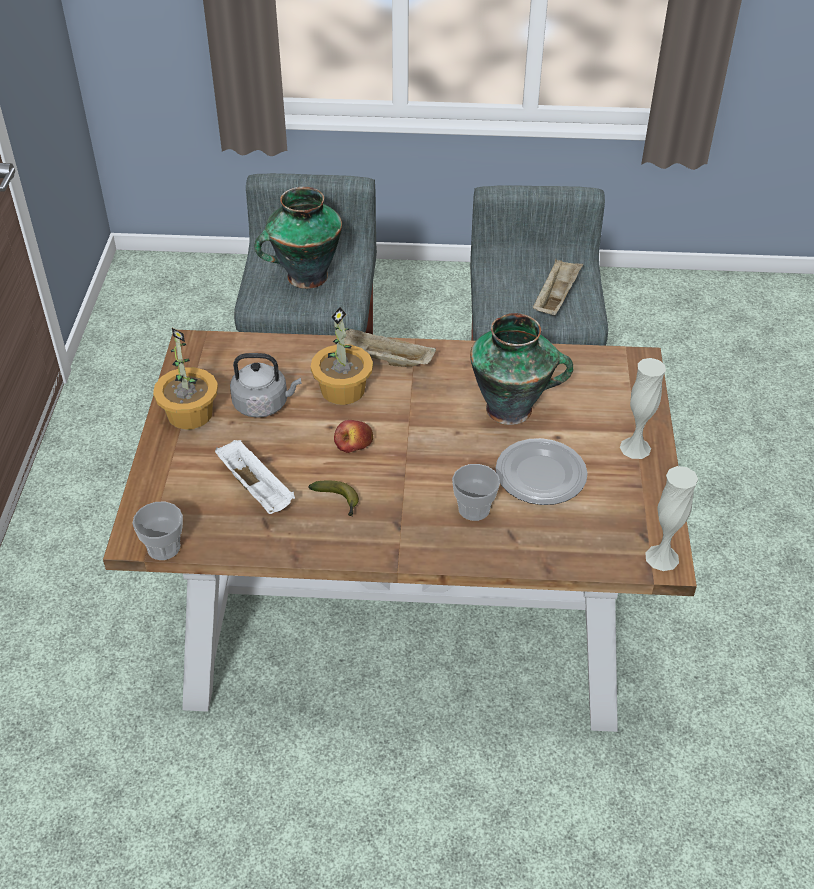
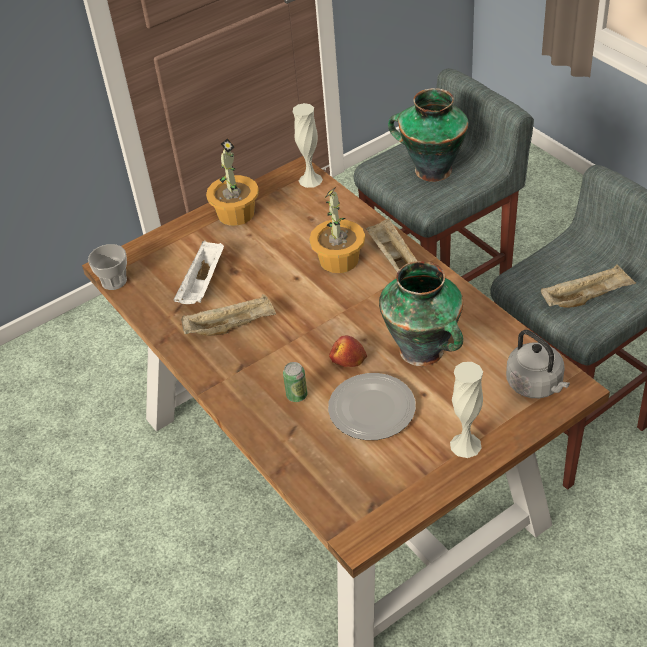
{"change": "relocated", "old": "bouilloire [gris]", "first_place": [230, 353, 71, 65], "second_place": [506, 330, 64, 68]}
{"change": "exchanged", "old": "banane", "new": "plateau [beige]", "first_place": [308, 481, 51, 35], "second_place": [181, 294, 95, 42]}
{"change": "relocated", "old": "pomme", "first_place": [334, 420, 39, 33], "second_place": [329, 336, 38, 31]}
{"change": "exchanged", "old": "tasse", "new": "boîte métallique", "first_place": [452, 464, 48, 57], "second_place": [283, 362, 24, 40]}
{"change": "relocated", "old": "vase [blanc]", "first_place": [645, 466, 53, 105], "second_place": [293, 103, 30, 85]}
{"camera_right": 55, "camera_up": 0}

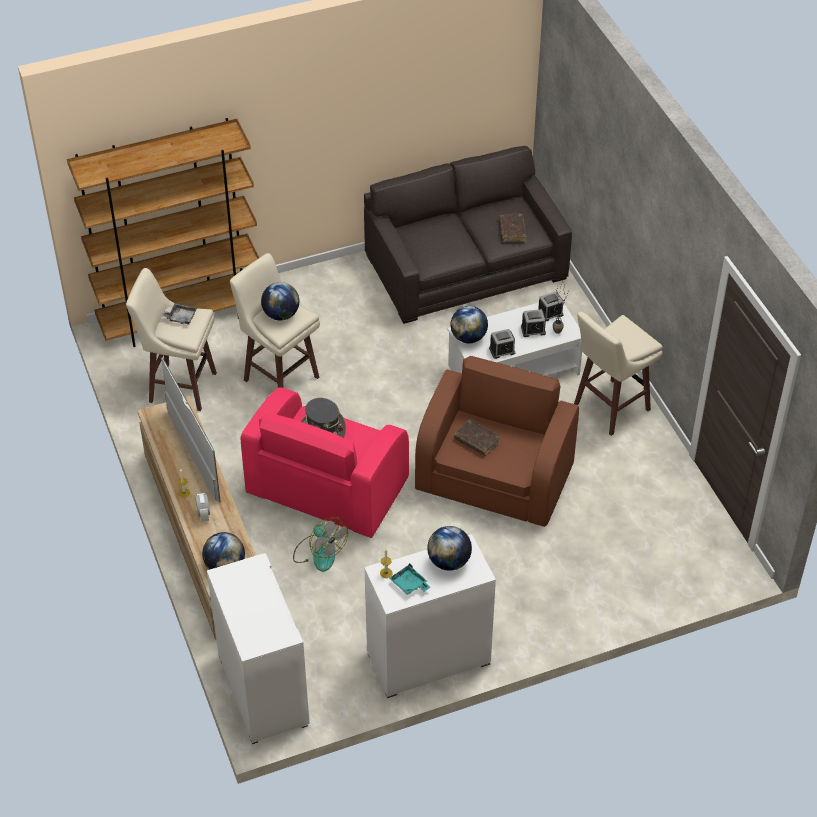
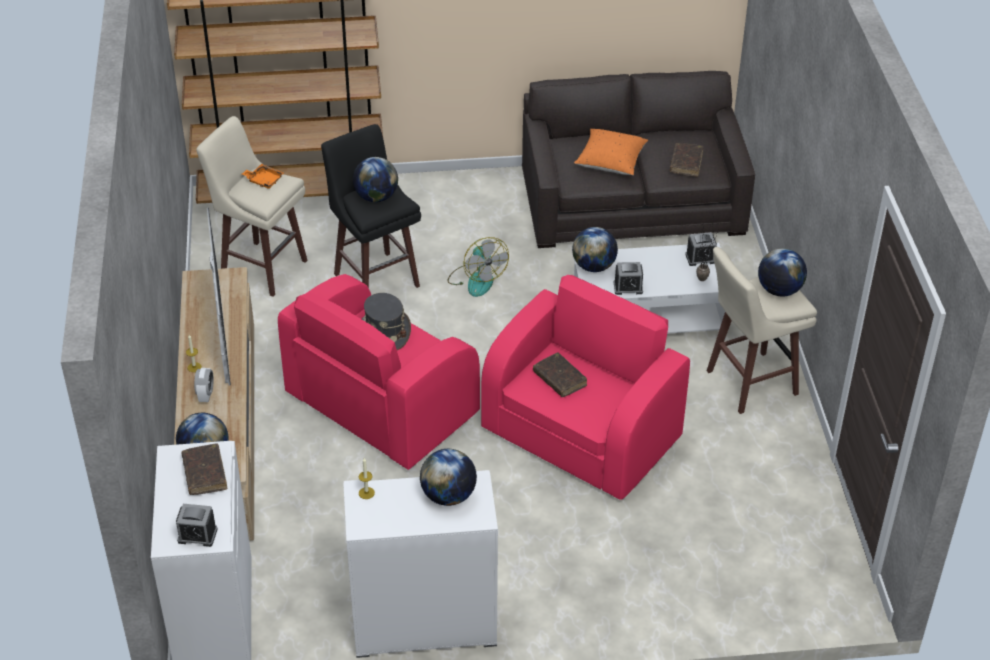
{"change": "colour", "old": "plateau [gris]", "new": "plateau [orange]", "first_place": [162, 303, 35, 22], "second_place": [242, 164, 42, 25]}
{"change": "colour", "old": "tabouret [beige]", "new": "tabouret [noir]", "first_place": [230, 253, 90, 135], "second_place": [321, 124, 100, 164]}
{"change": "relocated", "old": "ventilateur", "first_place": [293, 517, 55, 55], "second_place": [447, 237, 62, 60]}
{"change": "missing", "old": "plateau [turquoise]", "first_place": [389, 563, 41, 32]}
{"change": "colour", "old": "fauteuil [marron]", "new": "fauteuil [rose]", "first_place": [415, 356, 164, 171], "second_place": [481, 275, 209, 225]}
{"change": "relocated", "old": "réveil", "first_place": [521, 309, 25, 28], "second_place": [176, 504, 42, 43]}
{"change": "appeared", "new": "livre [marron]", "second_place": [181, 443, 46, 52]}
{"change": "appeared", "new": "coussin [orange]", "second_place": [574, 129, 74, 46]}
{"change": "appeared", "new": "globe", "second_place": [758, 248, 49, 49]}
{"camera_right": 15, "camera_up": -5}

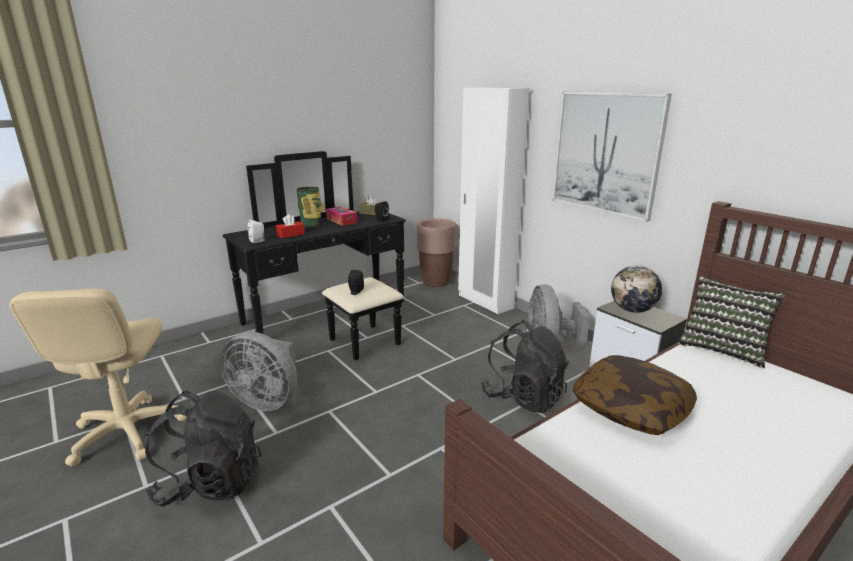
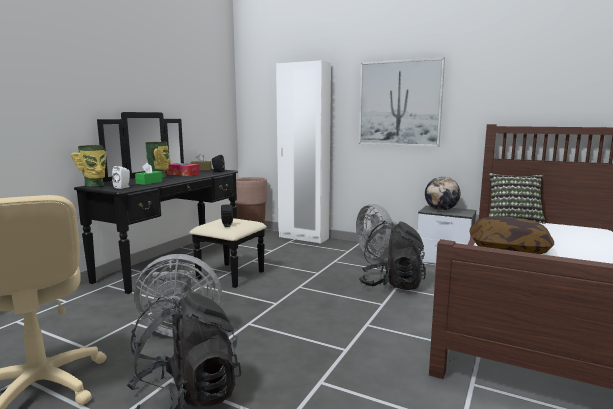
{"change": "colour", "old": "boîte à mouchoirs [rouge]", "new": "boîte à mouchoirs [vert]", "first_place": [276, 214, 29, 24], "second_place": [135, 163, 27, 22]}
{"change": "appeared", "new": "vase", "second_place": [71, 145, 35, 43]}
{"camera_right": -25, "camera_up": -10}

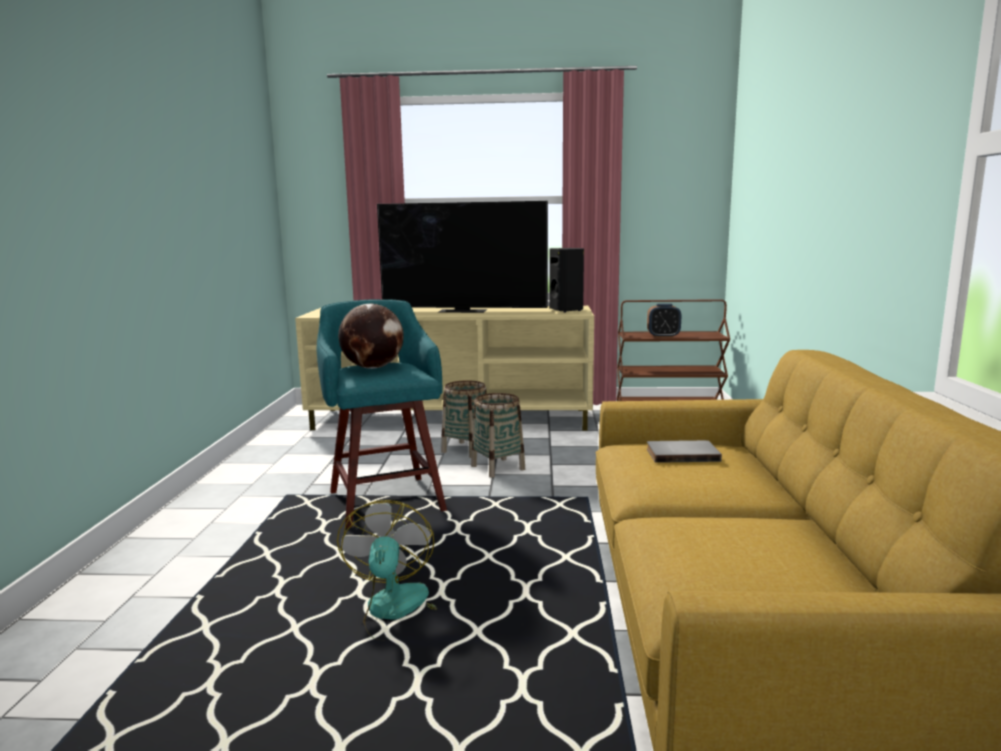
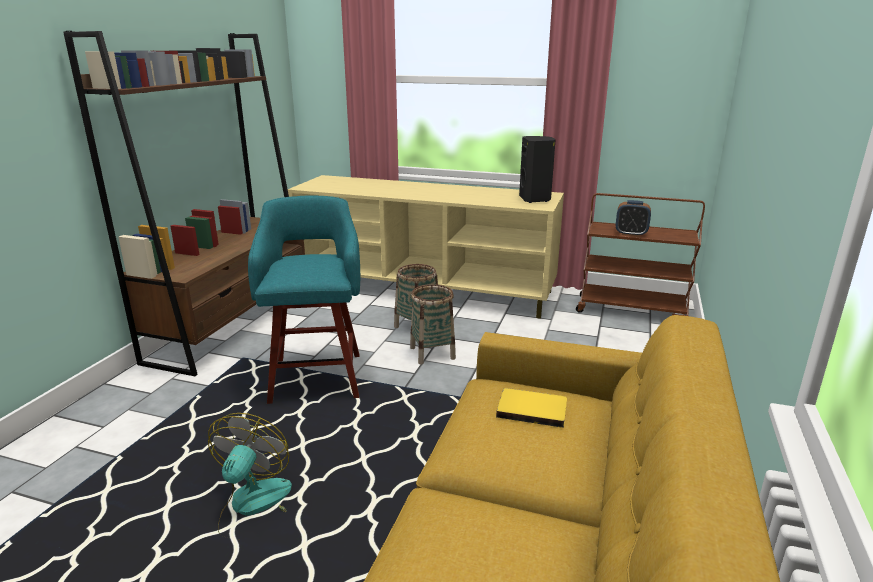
{"change": "missing", "old": "globe", "first_place": [338, 304, 66, 65]}
{"change": "missing", "old": "téléviseur", "first_place": [377, 201, 171, 112]}
{"change": "colour", "old": "livre [gris]", "new": "livre [jaune]", "first_place": [647, 440, 75, 23], "second_place": [496, 388, 71, 40]}
{"change": "appeared", "new": "bibliothèque [marron]", "second_place": [63, 31, 242, 345]}
{"camera_right": 15, "camera_up": 10}

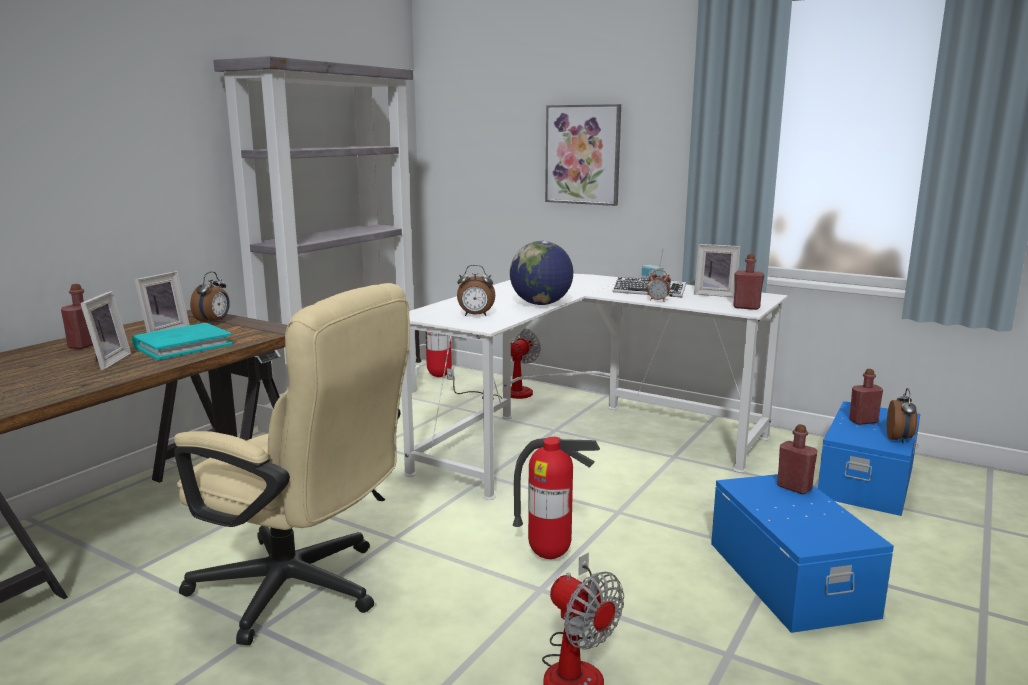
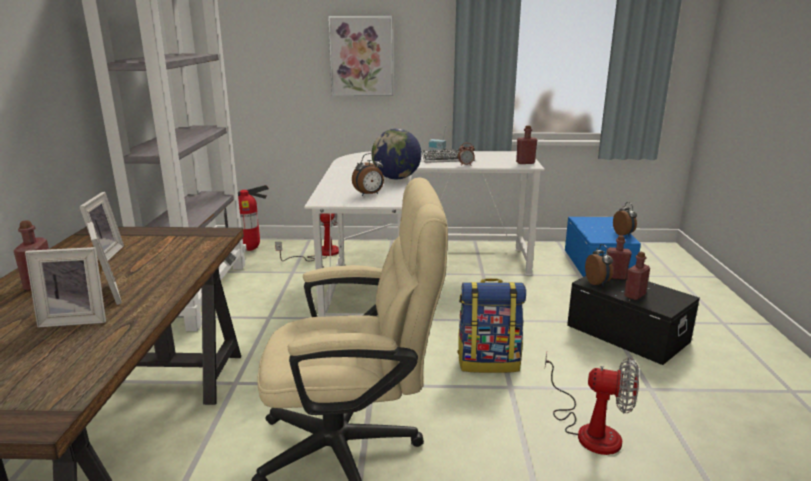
{"change": "missing", "old": "livre [turquoise]", "first_place": [132, 323, 101, 37]}
{"change": "relocated", "old": "réveil", "first_place": [190, 272, 40, 52], "second_place": [585, 244, 28, 42]}
{"change": "exchanged", "old": "extincteur", "new": "sac à dos", "first_place": [513, 437, 87, 122], "second_place": [457, 278, 69, 95]}
{"change": "relocated", "old": "cadre photo", "first_place": [694, 244, 47, 53], "second_place": [25, 247, 81, 80]}
{"change": "colour", "old": "boîte de rangement [bleu]", "new": "boîte de rangement [noir]", "first_place": [711, 474, 183, 159], "second_place": [567, 276, 133, 89]}
{"change": "relocated", "old": "bouteille [rouge]", "first_place": [849, 369, 34, 56], "second_place": [624, 252, 26, 48]}
{"camera_right": -30, "camera_up": 5}

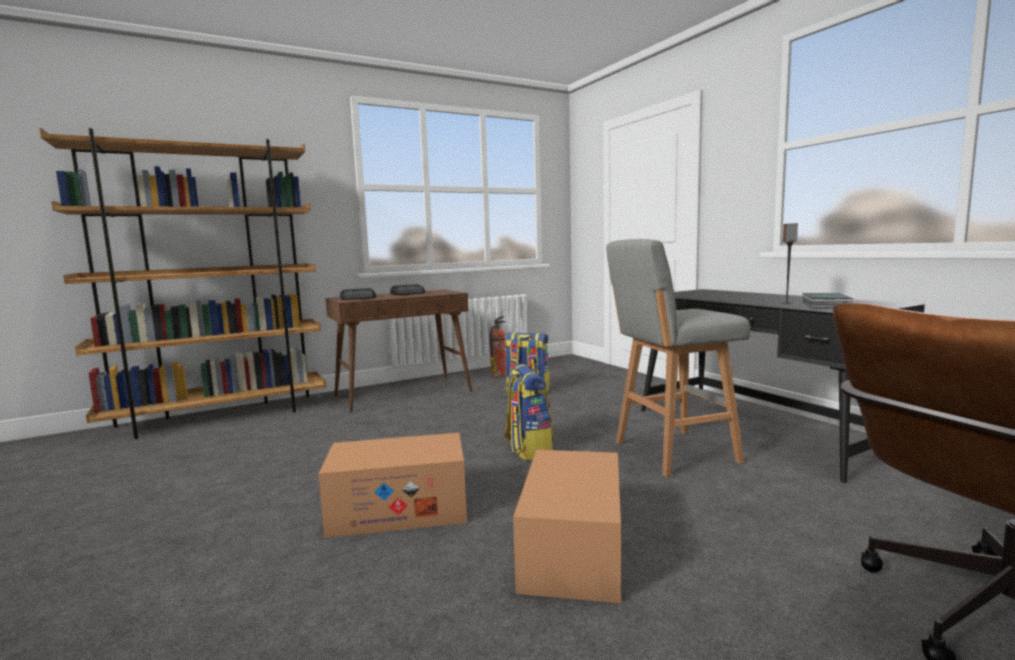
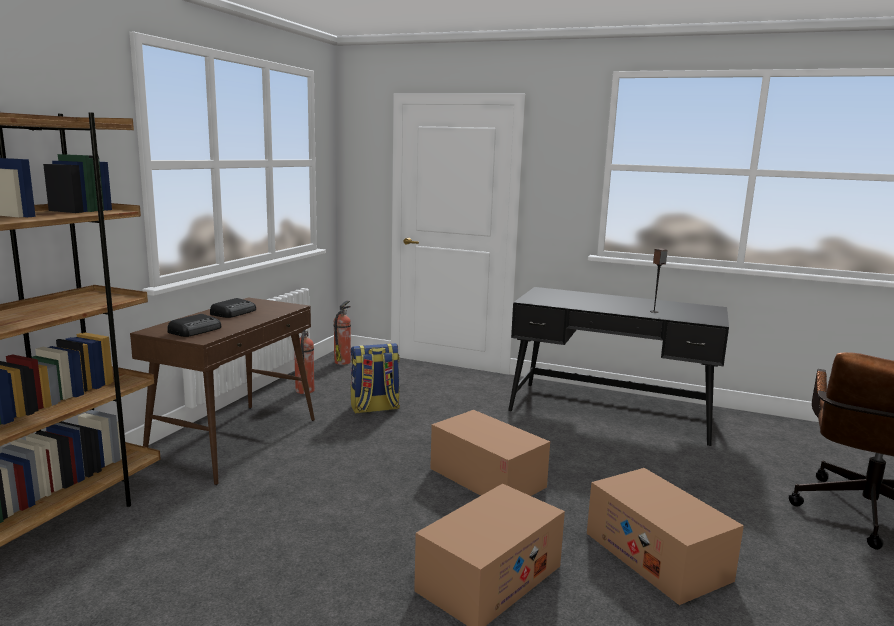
{"change": "exchanged", "old": "sac à dos", "new": "carton", "first_place": [505, 364, 49, 97], "second_place": [430, 410, 120, 86]}
{"change": "missing", "old": "tabouret [gris]", "first_place": [606, 239, 144, 238]}
{"change": "missing", "old": "livre", "first_place": [802, 293, 51, 16]}
{"change": "appeared", "new": "extincteur", "second_place": [334, 300, 17, 65]}
{"camera_right": -40, "camera_up": 5}

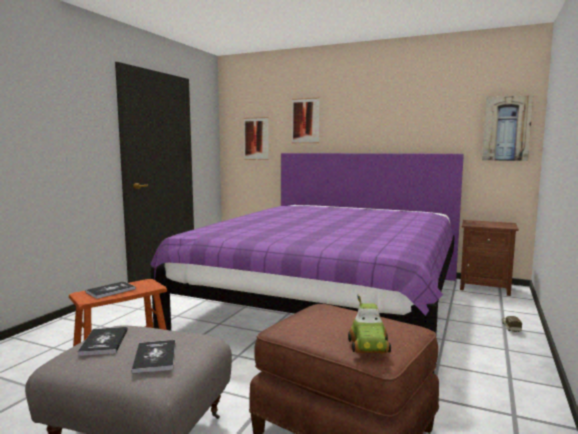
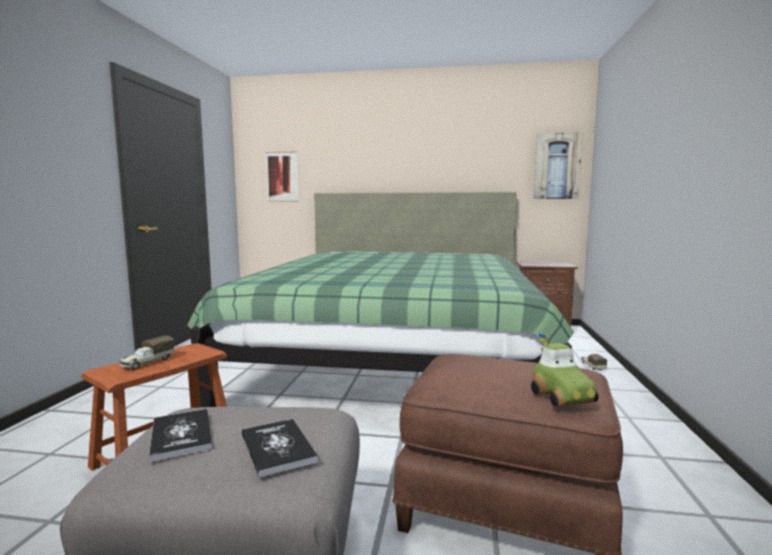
{"change": "exchanged", "old": "livre", "new": "camion jouet", "first_place": [86, 281, 50, 18], "second_place": [119, 336, 56, 34]}
{"change": "colour", "old": "lit [violet]", "new": "lit [vert]", "first_place": [151, 153, 313, 220], "second_place": [187, 192, 387, 215]}
{"change": "missing", "old": "tableau", "first_place": [292, 98, 27, 45]}
{"camera_right": -15, "camera_up": 0}

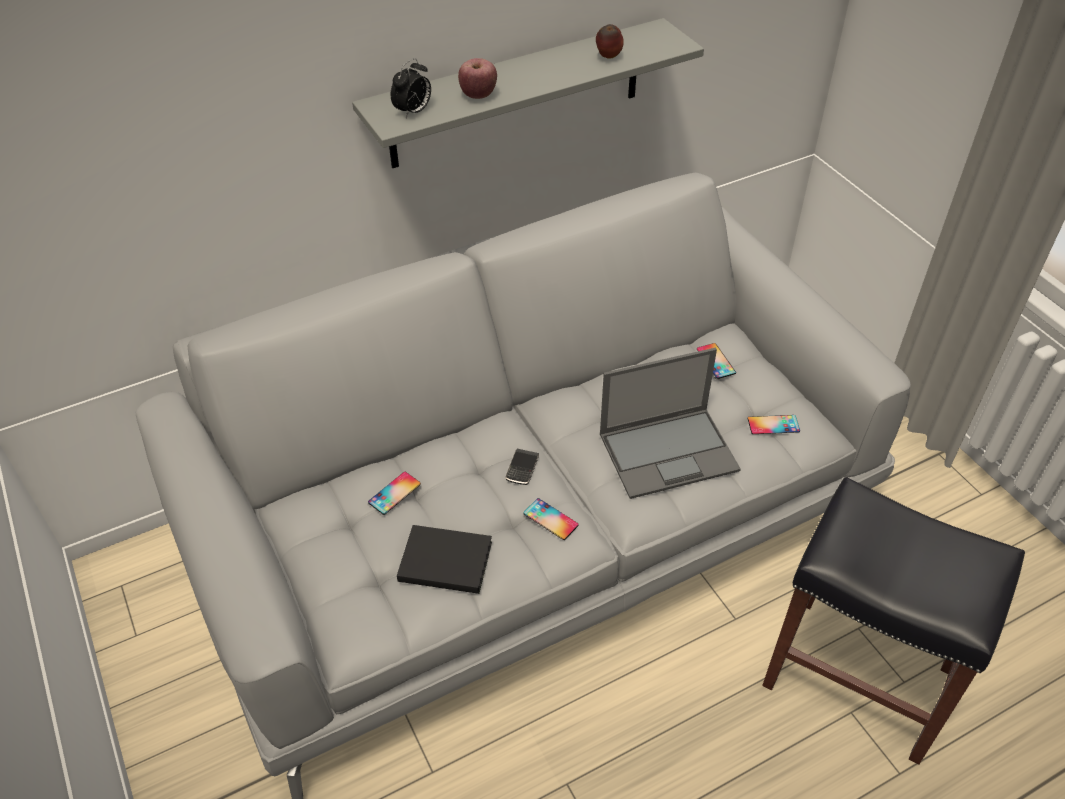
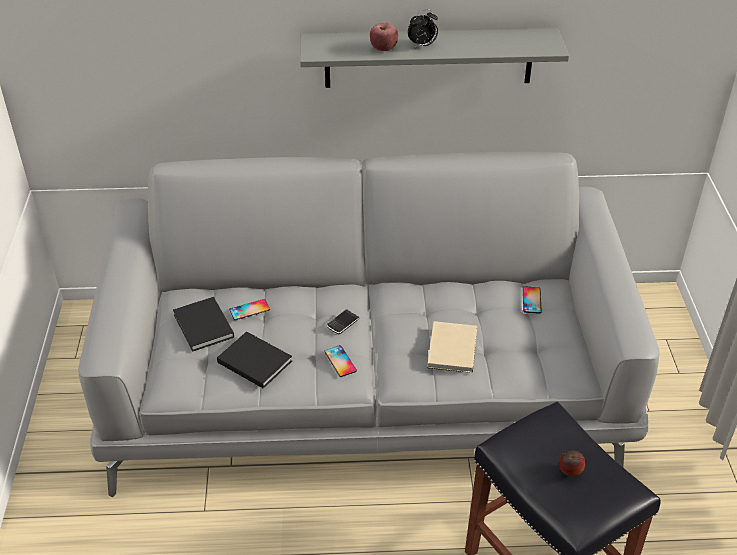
{"change": "relocated", "old": "réveil", "first_place": [391, 58, 40, 60], "second_place": [408, 9, 30, 39]}
{"change": "relocated", "old": "pomme", "first_place": [596, 24, 28, 35], "second_place": [560, 451, 25, 25]}
{"change": "exchanged", "old": "ordinateur portable", "new": "livre [beige]", "first_place": [600, 348, 141, 151], "second_place": [427, 321, 50, 52]}
{"change": "missing", "old": "téléphone", "first_place": [748, 415, 52, 19]}
{"change": "appeared", "new": "livre [noir]", "second_place": [173, 297, 61, 55]}
{"camera_right": 25, "camera_up": -5}

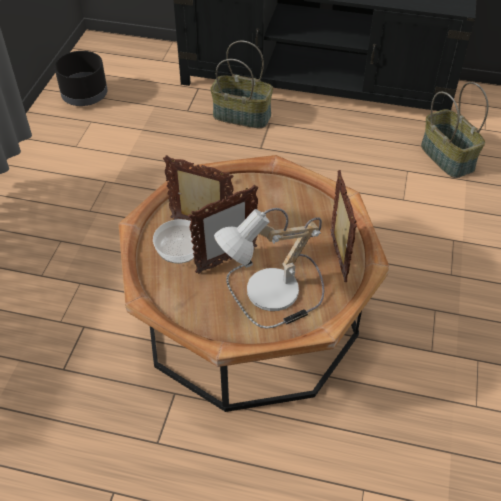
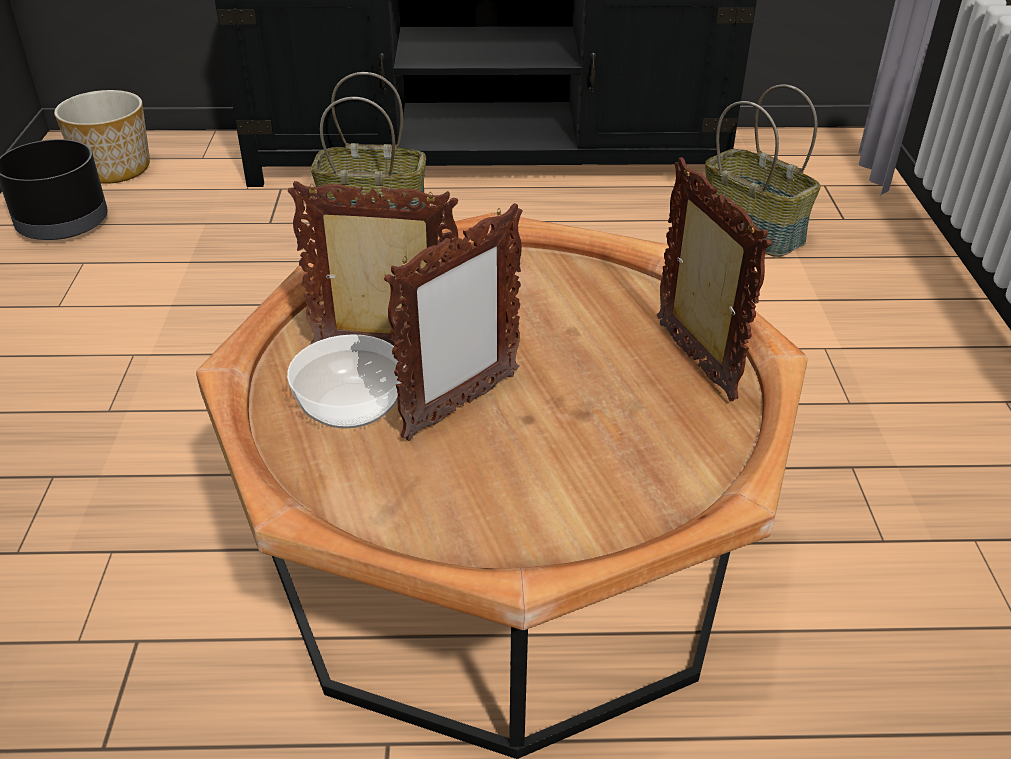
{"change": "missing", "old": "lampe de table", "first_place": [214, 208, 110, 121]}
{"change": "appeared", "new": "cache-pot", "second_place": [54, 90, 96, 94]}
{"camera_right": -15, "camera_up": -10}

